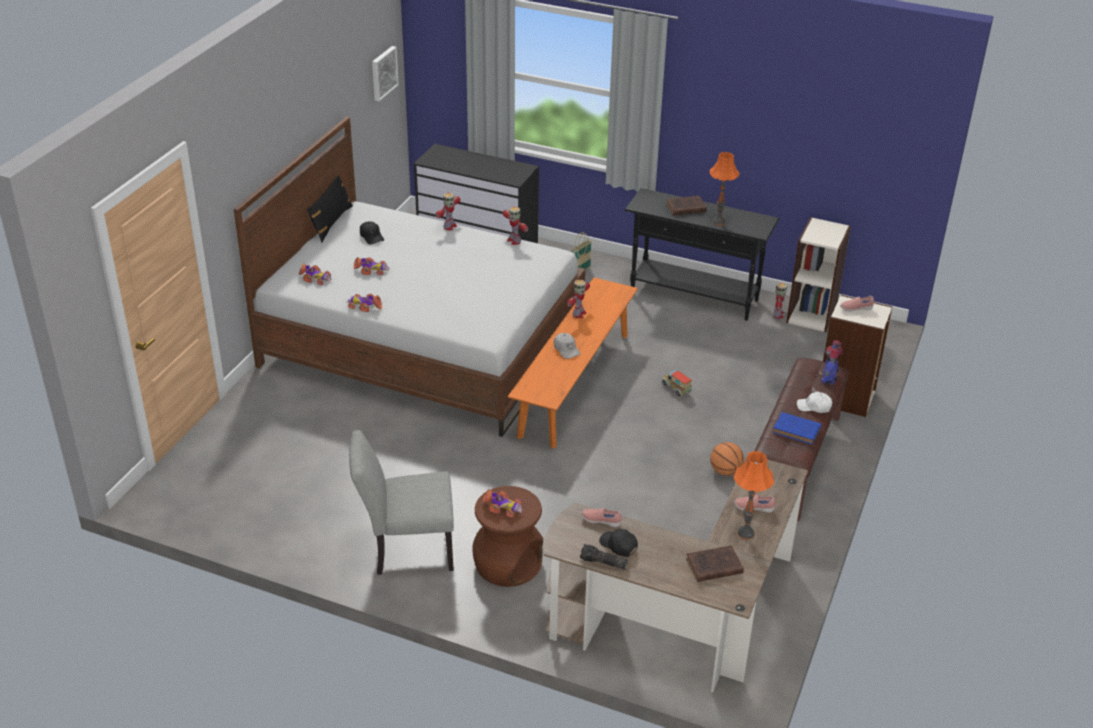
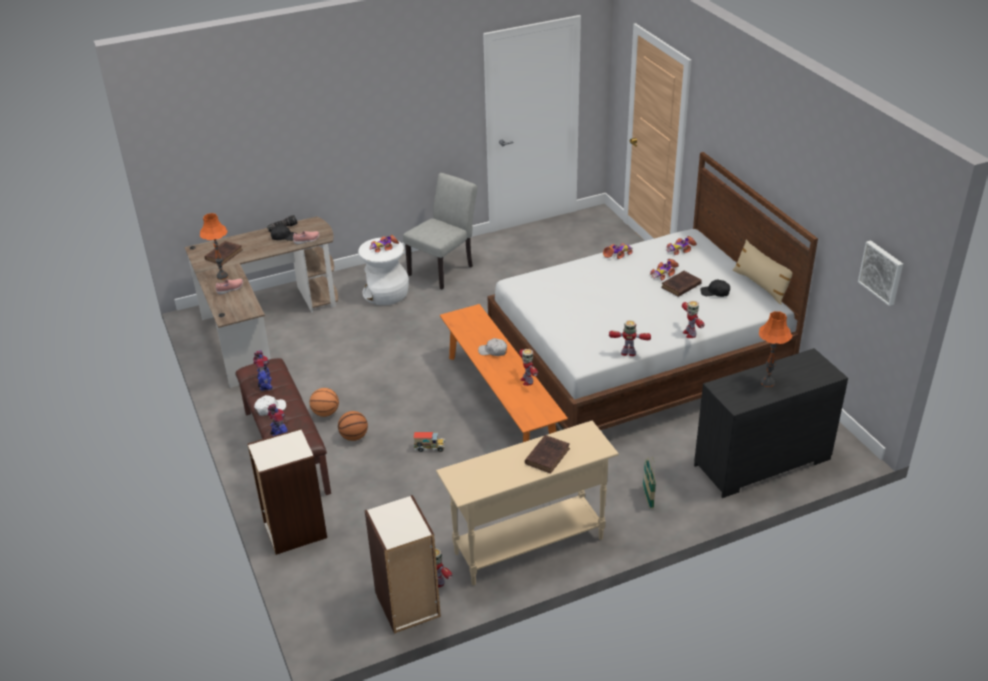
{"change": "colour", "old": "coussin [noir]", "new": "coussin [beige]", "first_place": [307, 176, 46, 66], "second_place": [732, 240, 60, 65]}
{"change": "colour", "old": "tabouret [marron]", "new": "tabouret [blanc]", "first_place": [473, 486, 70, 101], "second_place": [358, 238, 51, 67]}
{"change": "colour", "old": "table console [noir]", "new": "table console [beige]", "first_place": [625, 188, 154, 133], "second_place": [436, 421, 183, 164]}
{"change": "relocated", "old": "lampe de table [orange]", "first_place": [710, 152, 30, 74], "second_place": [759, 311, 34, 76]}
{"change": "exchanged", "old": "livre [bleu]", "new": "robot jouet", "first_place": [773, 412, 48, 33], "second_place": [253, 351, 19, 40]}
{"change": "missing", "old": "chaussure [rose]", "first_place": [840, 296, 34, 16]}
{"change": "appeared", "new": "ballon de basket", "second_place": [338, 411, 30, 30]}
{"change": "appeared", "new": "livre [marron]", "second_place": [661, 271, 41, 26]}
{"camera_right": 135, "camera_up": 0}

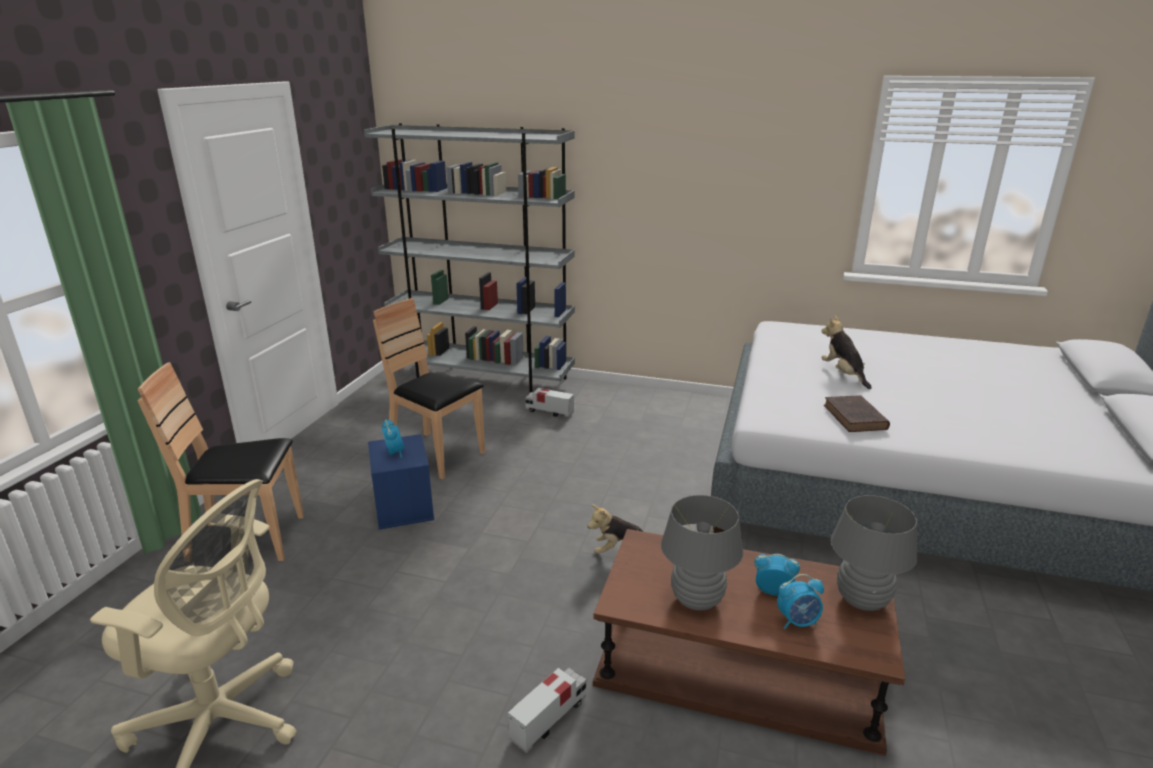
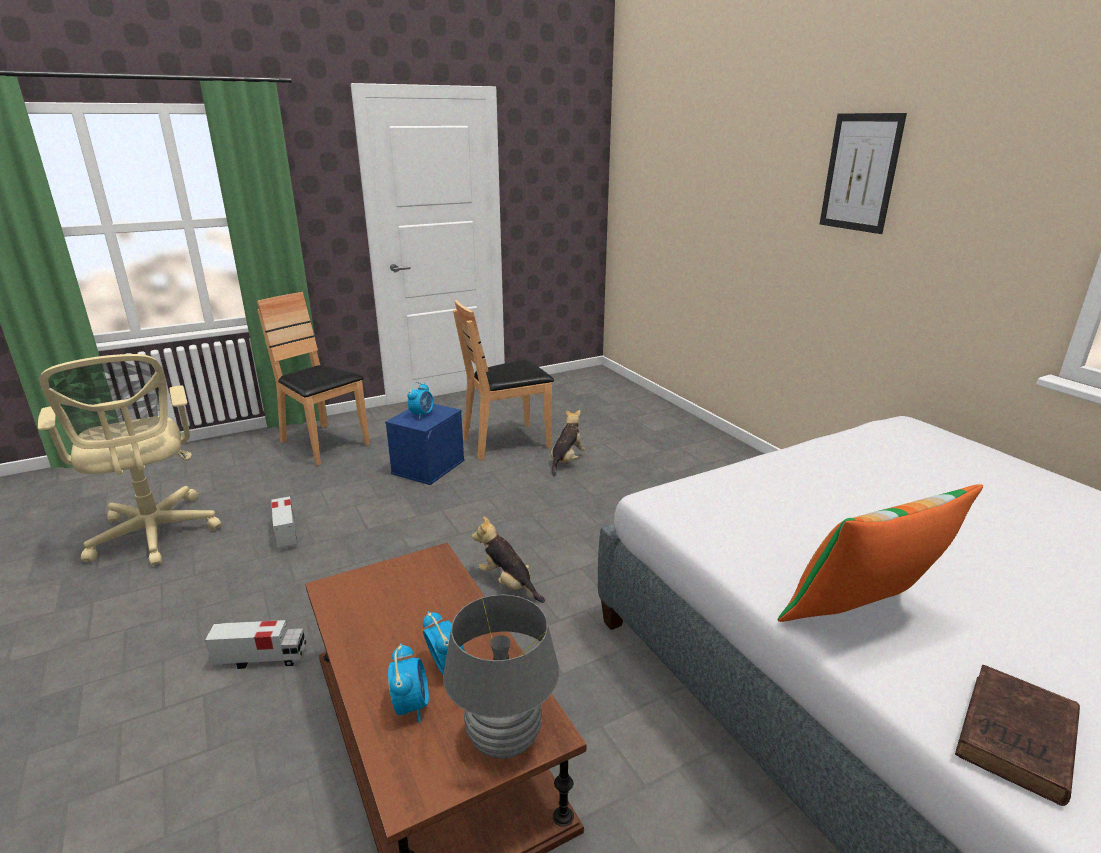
{"change": "missing", "old": "bibliothèque [gris]", "first_place": [364, 123, 211, 270]}
{"change": "spun", "old": "chaise [marron]", "first_place": [373, 298, 112, 181], "second_place": [453, 300, 101, 160], "degrees": -105}
{"change": "relocated", "old": "camion jouet", "first_place": [525, 388, 49, 29], "second_place": [271, 496, 26, 54]}
{"change": "missing", "old": "lampe de table [gris]", "first_place": [661, 495, 82, 115]}
{"change": "spun", "old": "réveil", "first_place": [777, 574, 47, 55], "second_place": [388, 643, 41, 80], "degrees": -135}
{"change": "relocated", "old": "peluche", "first_place": [821, 316, 51, 73], "second_place": [551, 410, 34, 66]}
{"change": "relocated", "old": "livre [marron]", "first_place": [824, 395, 66, 37], "second_place": [955, 665, 125, 141]}
{"change": "appeared", "new": "coussin", "second_place": [778, 484, 205, 138]}
{"change": "appeared", "new": "tableau", "second_place": [820, 113, 87, 121]}
{"camera_right": 45, "camera_up": 0}

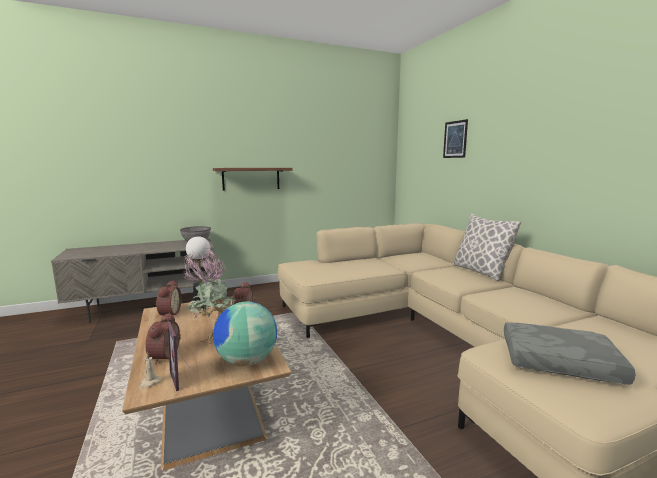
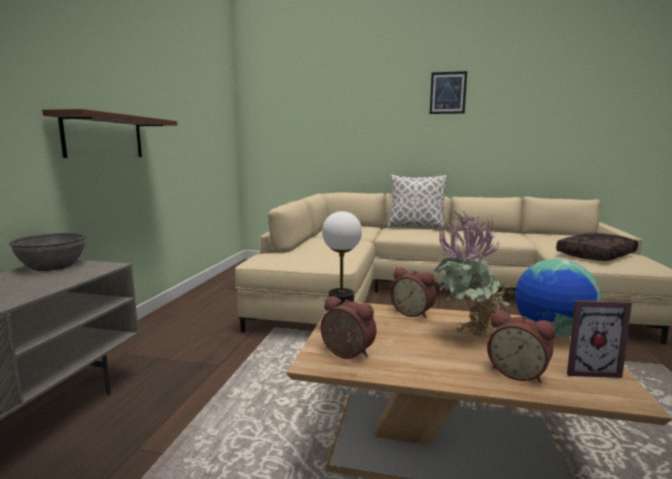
{"change": "missing", "old": "bougie [beige]", "first_place": [139, 352, 22, 36]}
{"change": "relocated", "old": "tableau", "first_place": [443, 119, 25, 39], "second_place": [430, 71, 37, 43]}
{"change": "colour", "old": "coussin [gris]", "new": "coussin [marron]", "first_place": [504, 322, 132, 63], "second_place": [556, 232, 82, 29]}
{"camera_right": -55, "camera_up": 0}

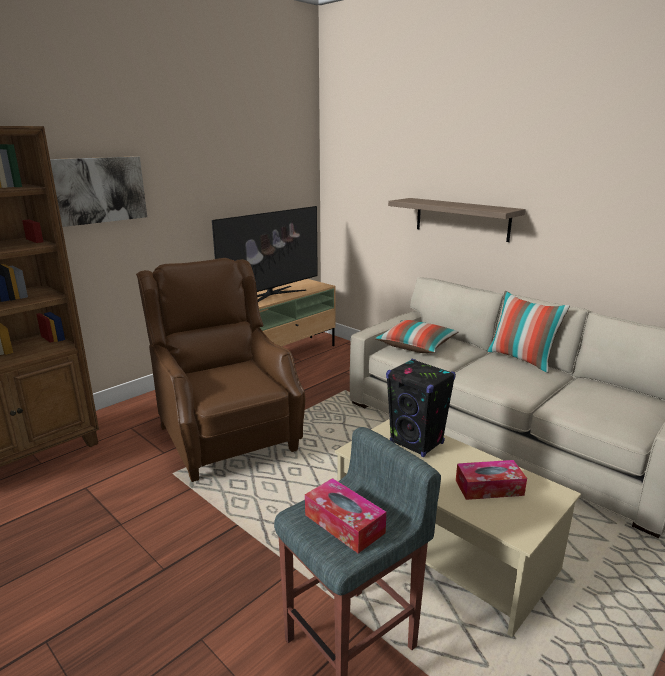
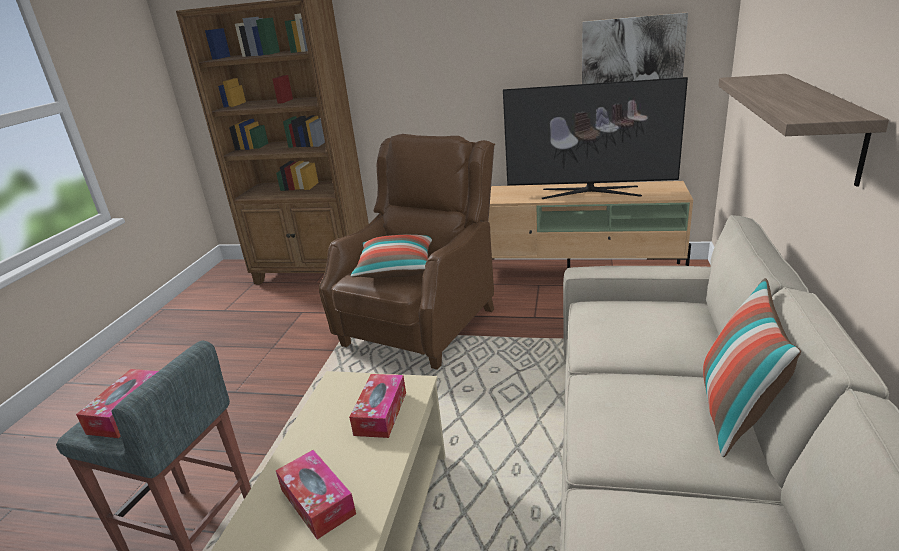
{"change": "relocated", "old": "tableau", "first_place": [50, 156, 97, 71], "second_place": [582, 13, 106, 71]}
{"change": "relocated", "old": "coussin", "first_place": [375, 320, 83, 33], "second_place": [351, 235, 81, 43]}
{"change": "exchanged", "old": "enceinte [noir]", "new": "boîte à mouchoirs", "first_place": [386, 359, 70, 98], "second_place": [349, 374, 57, 64]}
{"camera_right": 60, "camera_up": 5}

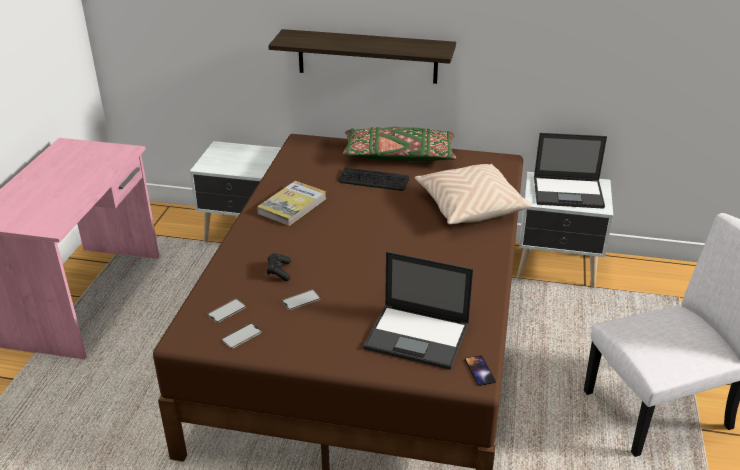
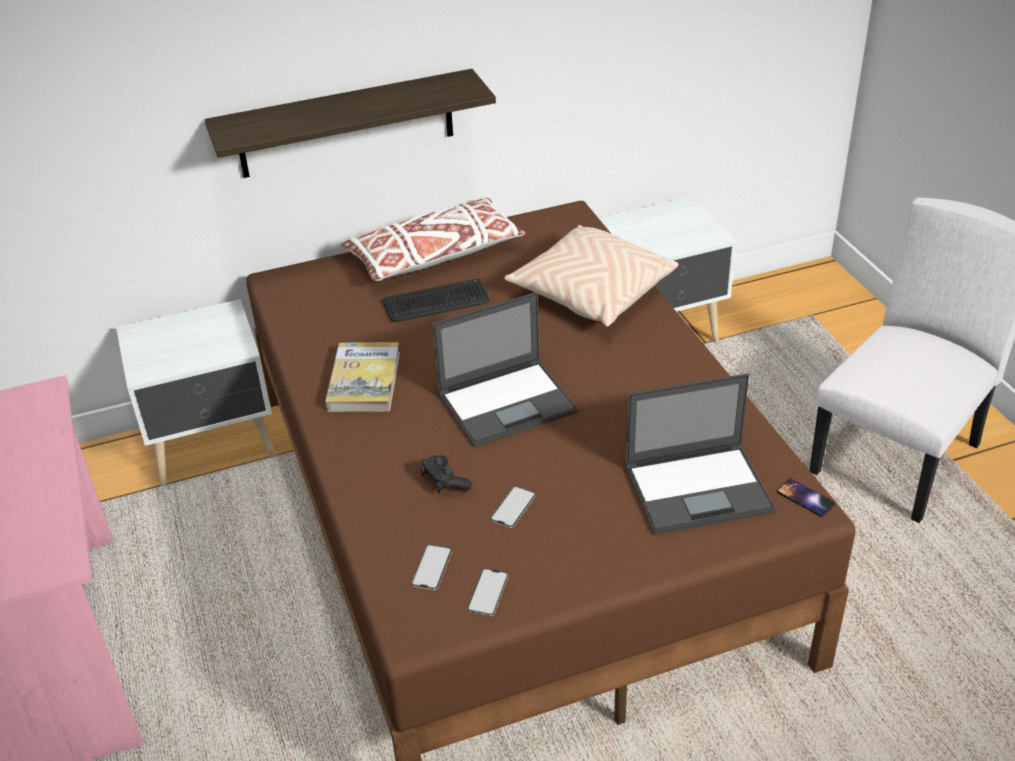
{"change": "colour", "old": "coussin [vert]", "new": "coussin [blanc]", "first_place": [343, 127, 113, 34], "second_place": [341, 198, 184, 83]}
{"change": "relocated", "old": "ordinateur portable", "first_place": [534, 133, 73, 76], "second_place": [432, 292, 146, 155]}
{"camera_right": -30, "camera_up": 5}

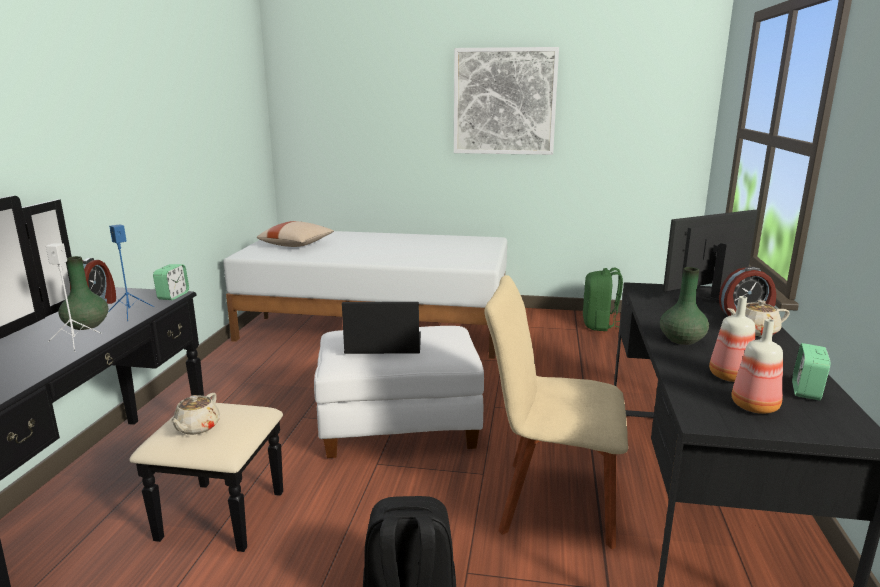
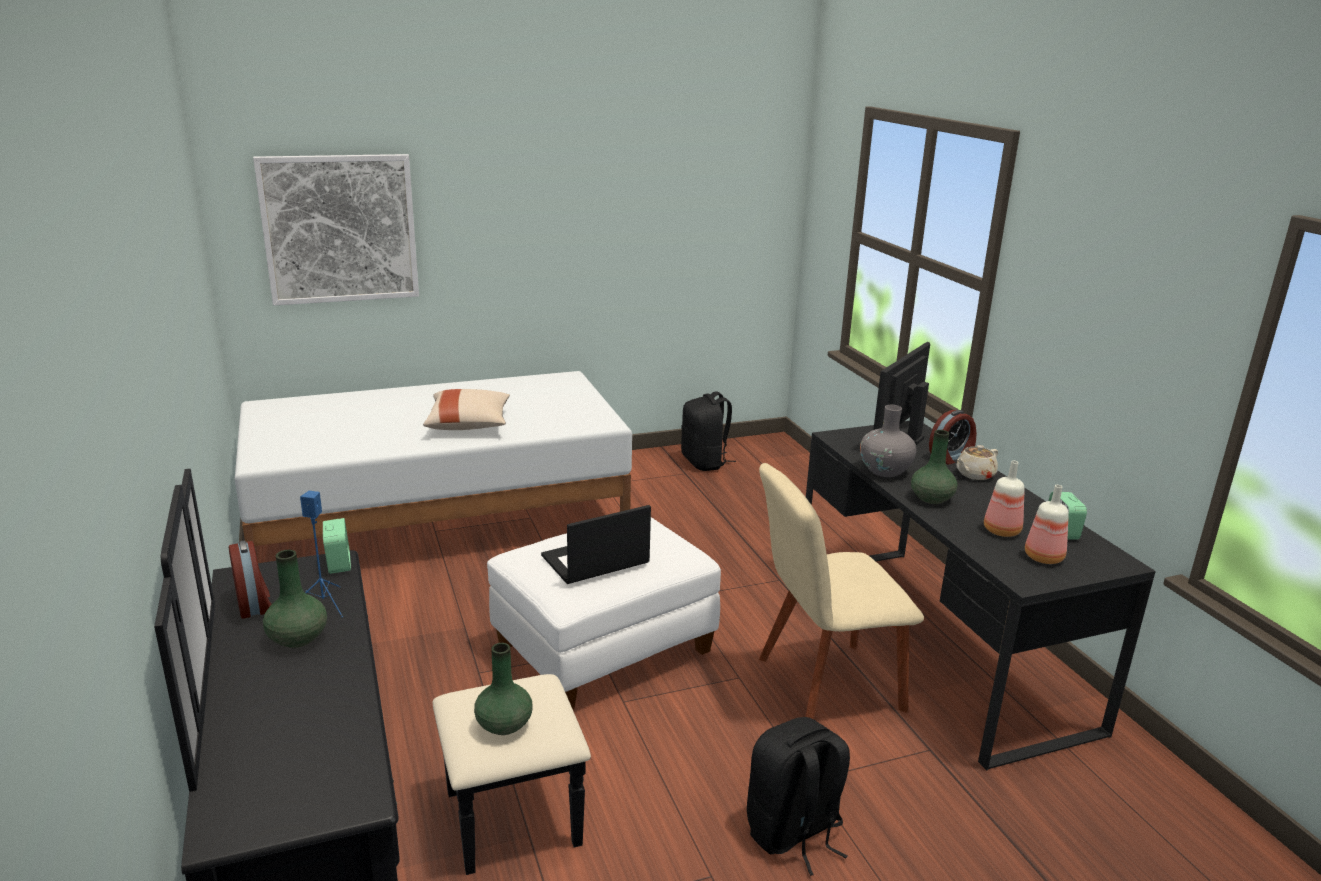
{"change": "missing", "old": "enceinte [blanc]", "first_place": [46, 243, 56, 109]}
{"change": "exchanged", "old": "théière [beige]", "new": "vase [vert]", "first_place": [169, 393, 51, 42], "second_place": [474, 643, 59, 92]}
{"change": "relocated", "old": "coussin [beige]", "first_place": [257, 221, 77, 26], "second_place": [423, 389, 87, 41]}
{"change": "relocated", "old": "tableau", "first_place": [454, 47, 105, 108], "second_place": [253, 154, 166, 152]}
{"change": "colour", "old": "sac à dos [vert]", "new": "sac à dos [noir]", "first_place": [583, 268, 40, 63], "second_place": [681, 392, 55, 79]}
{"change": "appeared", "new": "vase [gris]", "second_place": [860, 405, 56, 72]}
{"camera_right": -30, "camera_up": 5}

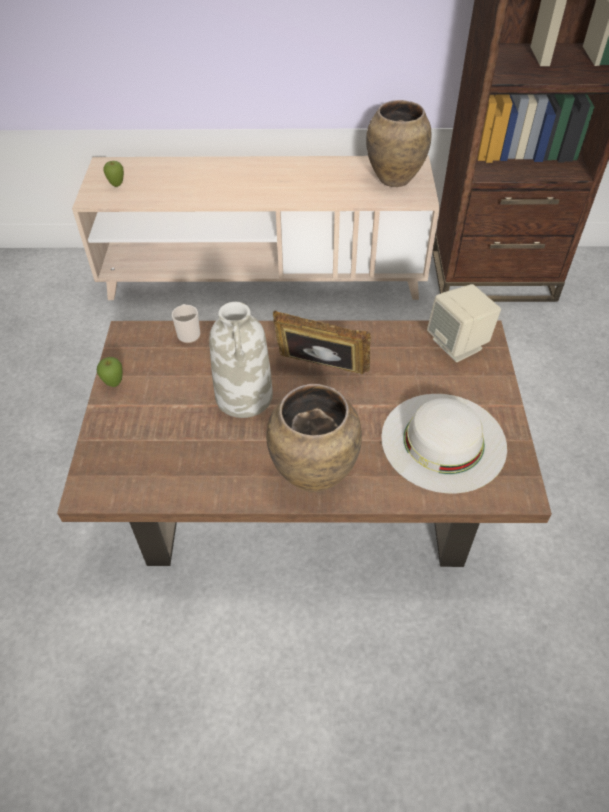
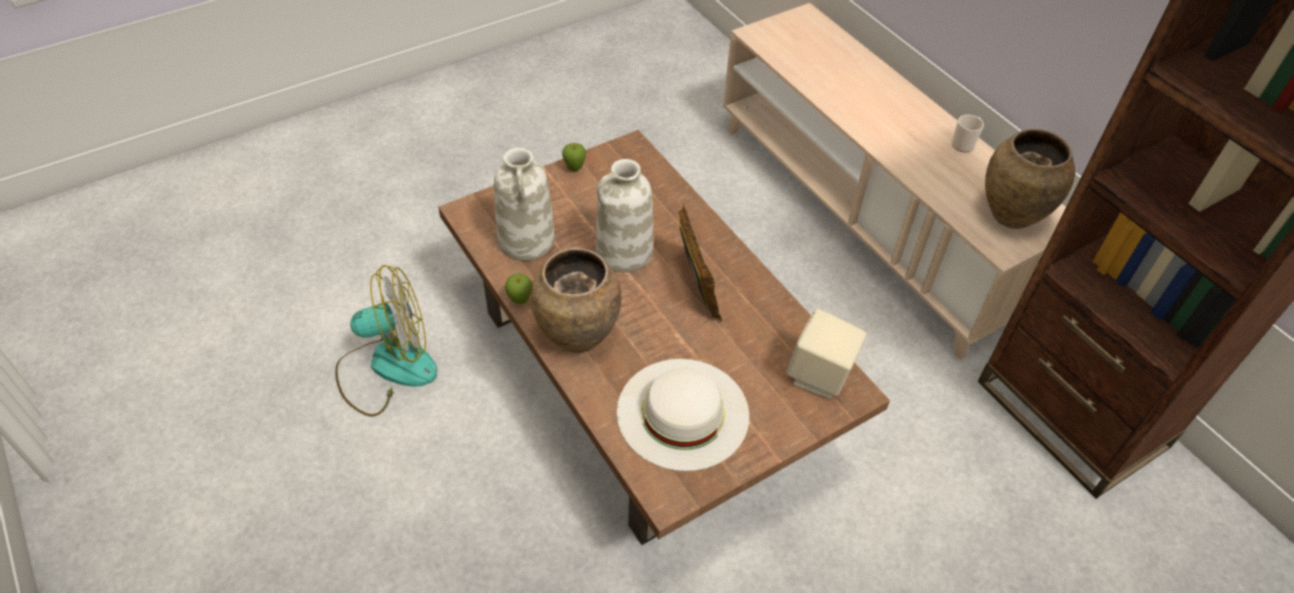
{"change": "relocated", "old": "pomme", "first_place": [103, 161, 21, 26], "second_place": [505, 274, 27, 30]}
{"change": "relocated", "old": "mug", "first_place": [172, 304, 28, 39], "second_place": [952, 115, 32, 38]}
{"change": "appeared", "new": "ventilateur", "second_place": [335, 265, 102, 152]}
{"change": "appeared", "new": "vase [blanc]", "second_place": [494, 148, 61, 113]}
{"camera_right": 55, "camera_up": 0}

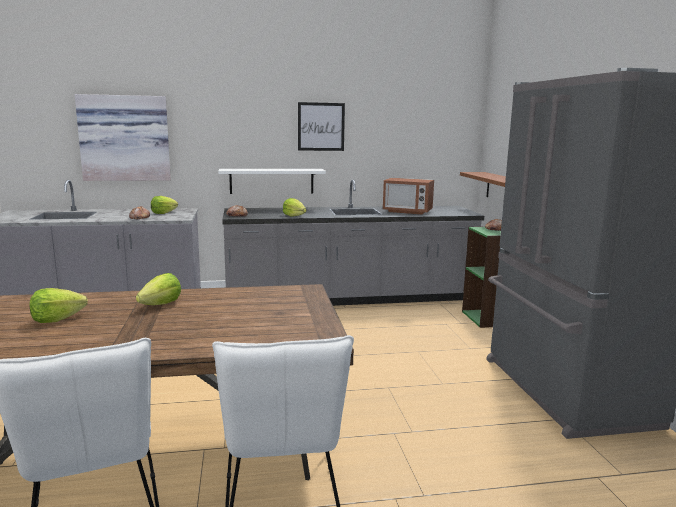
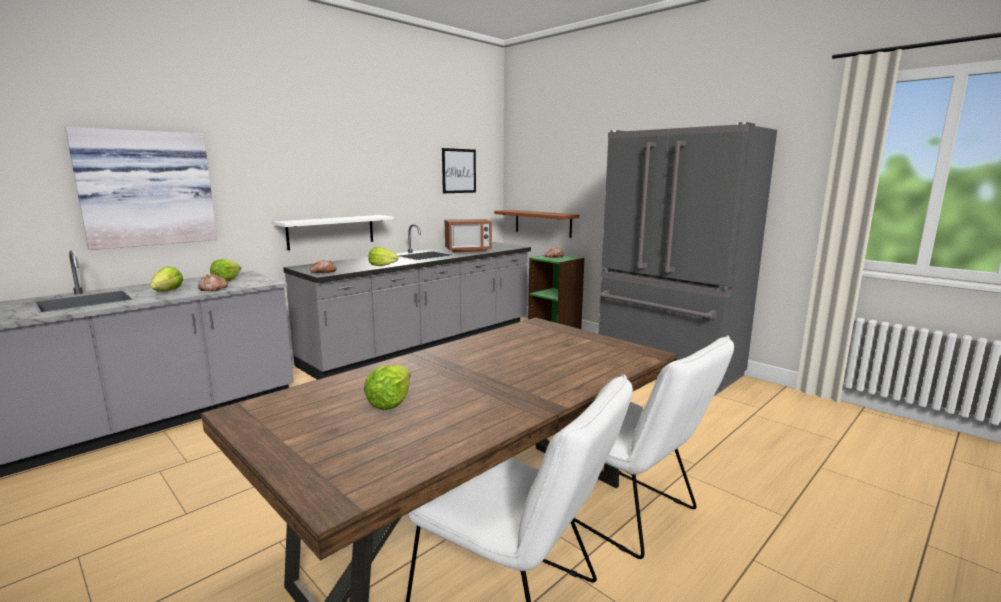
{"change": "relocated", "old": "laitue", "first_place": [136, 273, 45, 32], "second_place": [150, 266, 33, 26]}
{"change": "relocated", "old": "tableau", "first_place": [298, 102, 47, 49], "second_place": [442, 148, 34, 45]}
{"camera_right": -35, "camera_up": 0}

